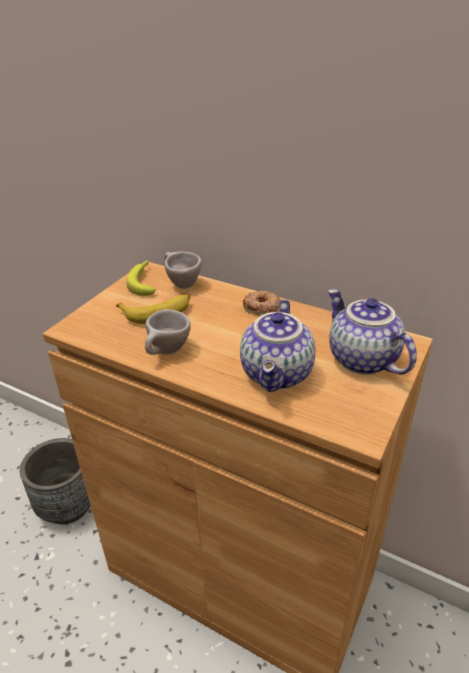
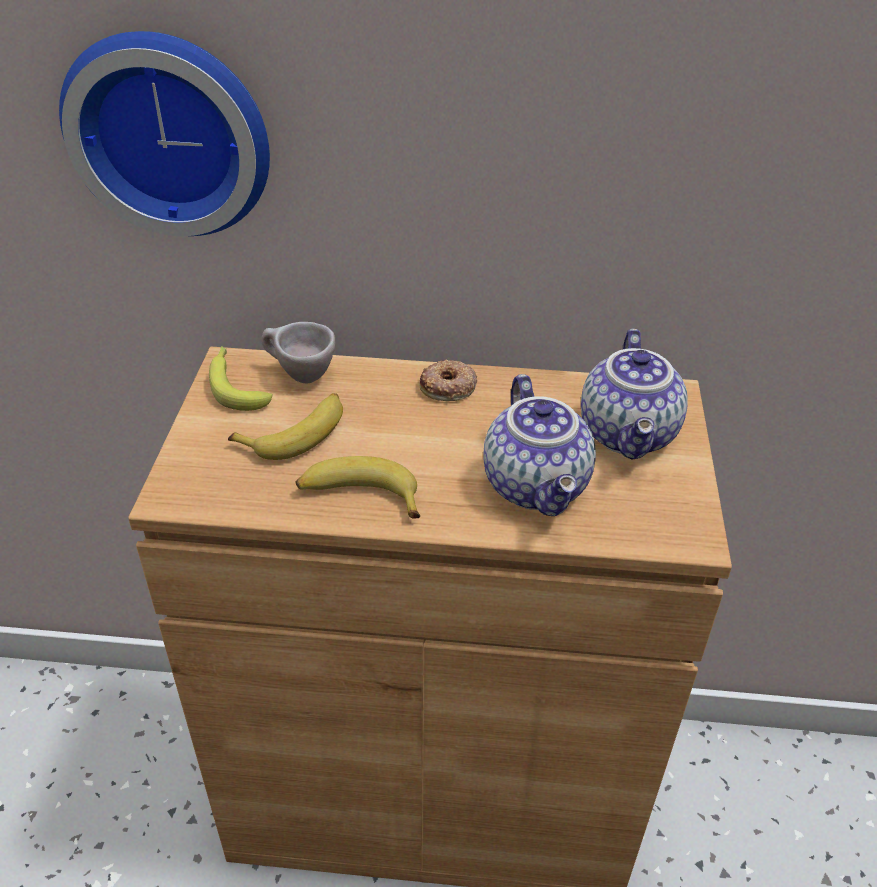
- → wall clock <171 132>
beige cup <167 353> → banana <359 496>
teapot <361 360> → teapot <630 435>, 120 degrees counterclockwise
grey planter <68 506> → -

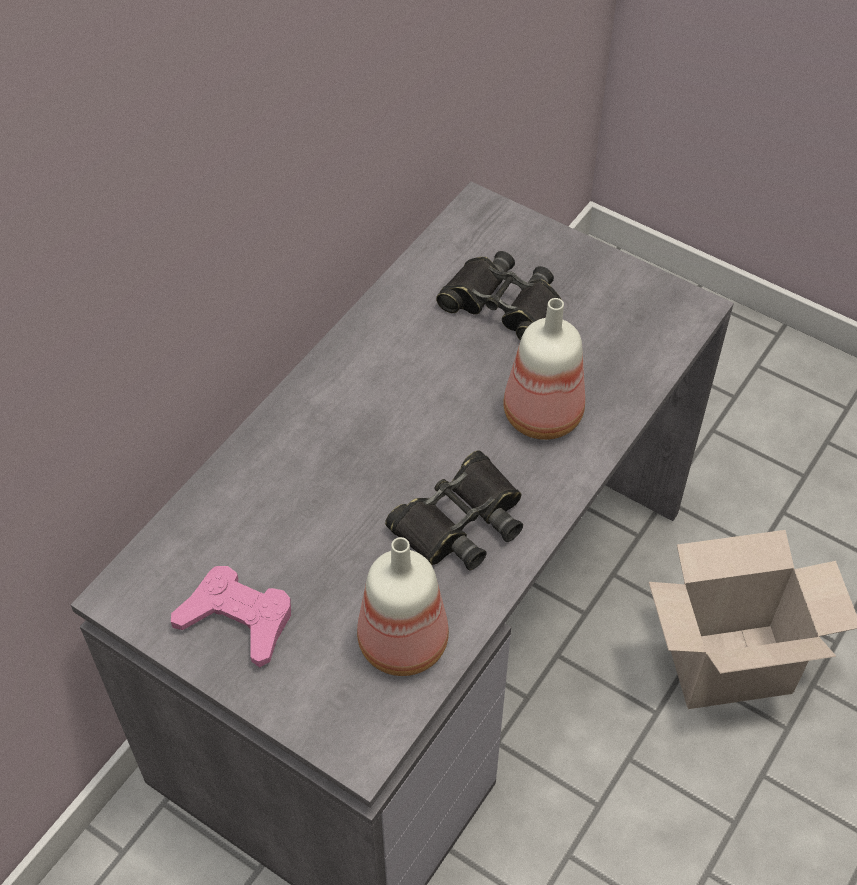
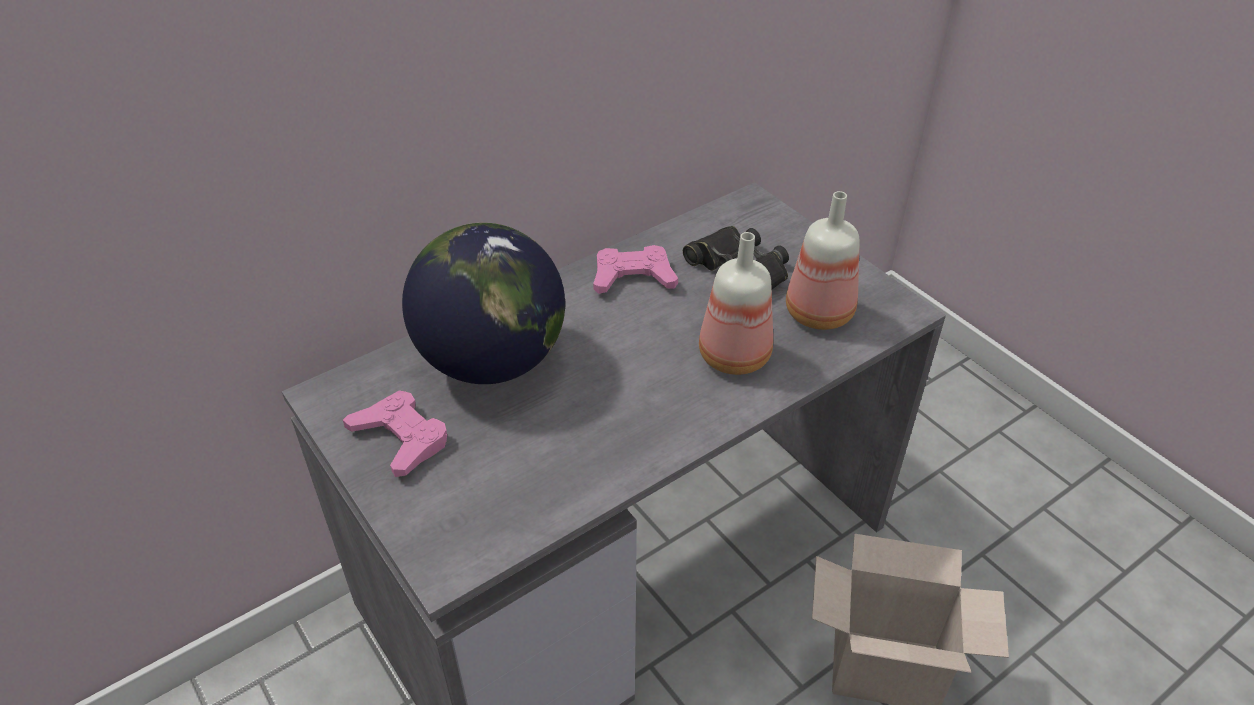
- → globe <492 360>
- → pink game controller <633 277>
bottle <400 641> → bottle <817 312>, shifted
black binoculars <460 521> → -

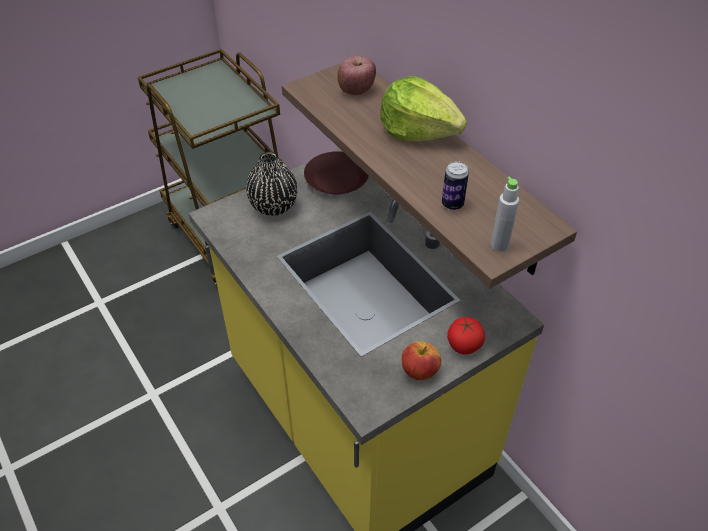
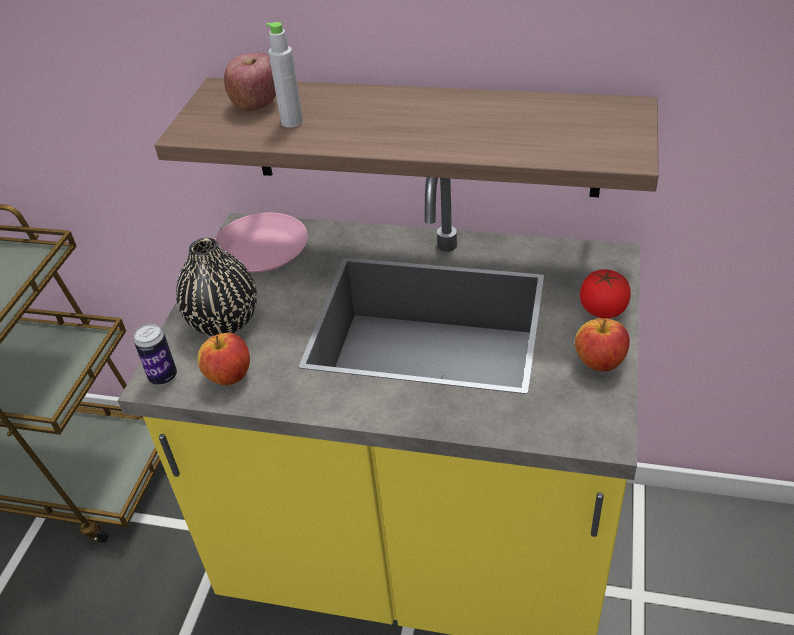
can <452 204> → can <163 377>, shifted
- → apple <229 376>
brown plate <336 178> → pink plate <261 251>
grey bottle <499 245> → grey bottle <292 122>, shifted
lettuce <418 131> → -

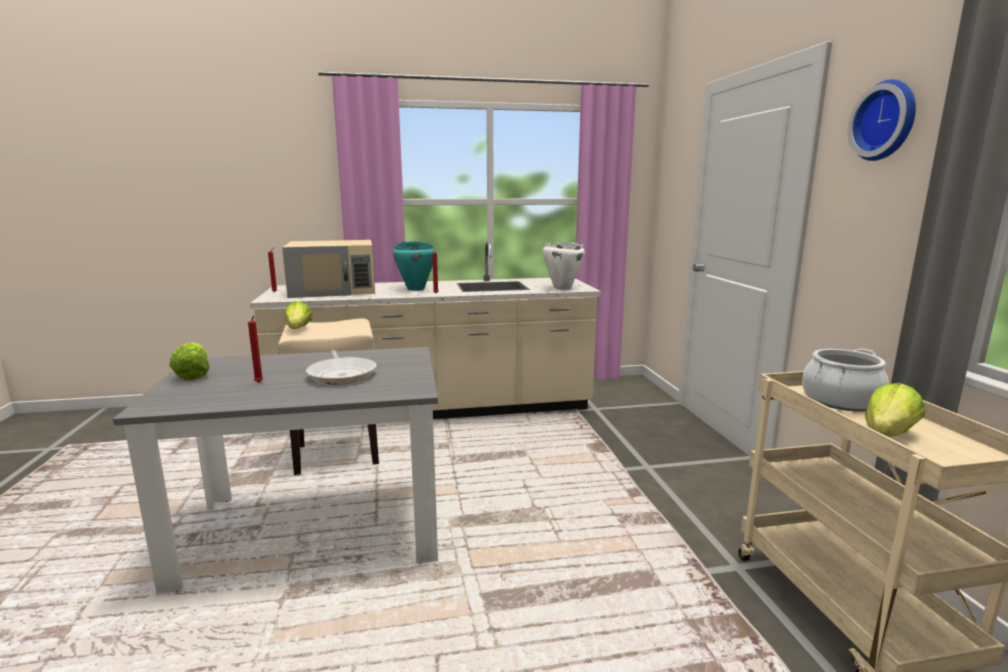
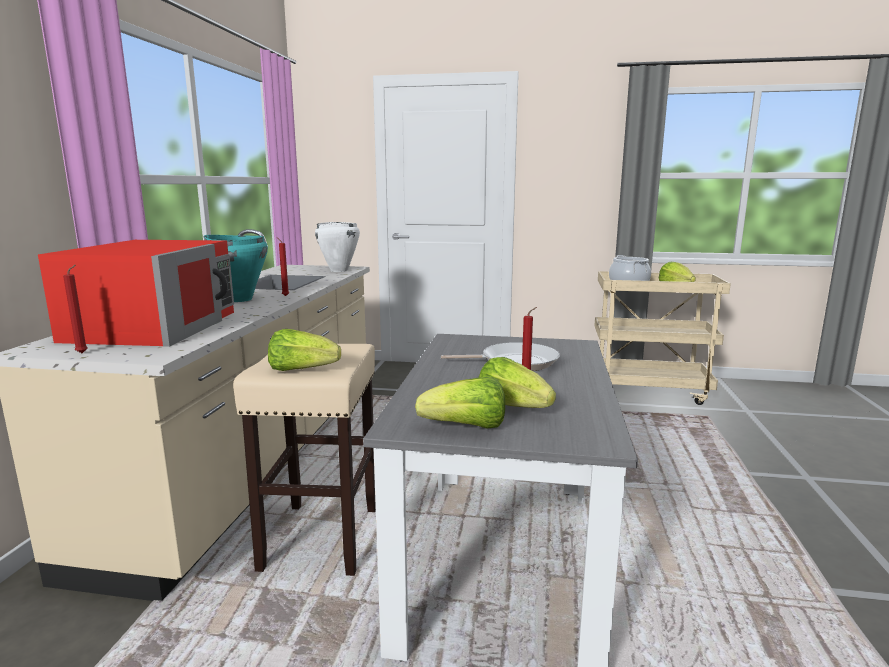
beige microwave <334 290> → red microwave <155 326>
- → lettuce <512 407>
wall clock <886 121> → -

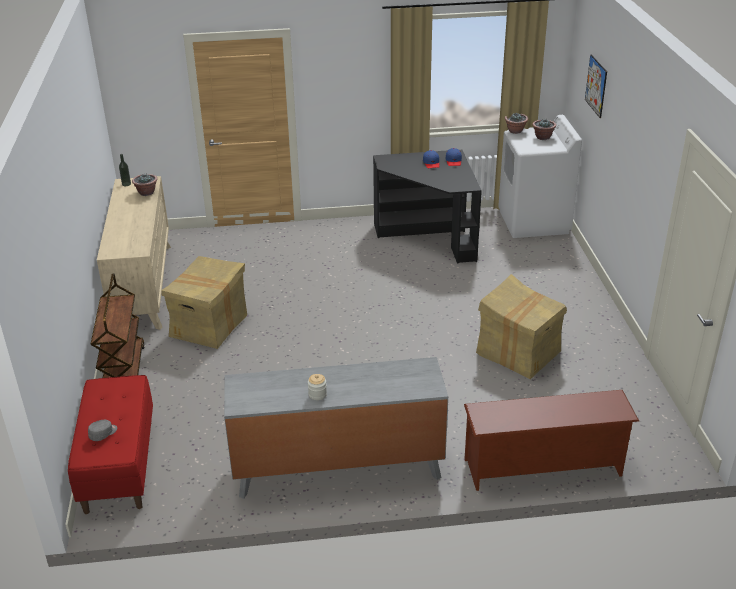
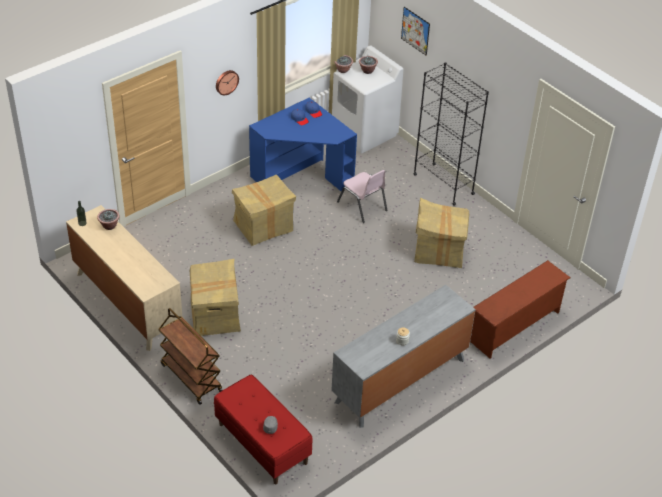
- → wall clock <226 82>
- → cardboard box <263 226>
black desk <428 238> → blue desk <302 175>
- → pink chair <362 206>
- → black bookcase <443 184>

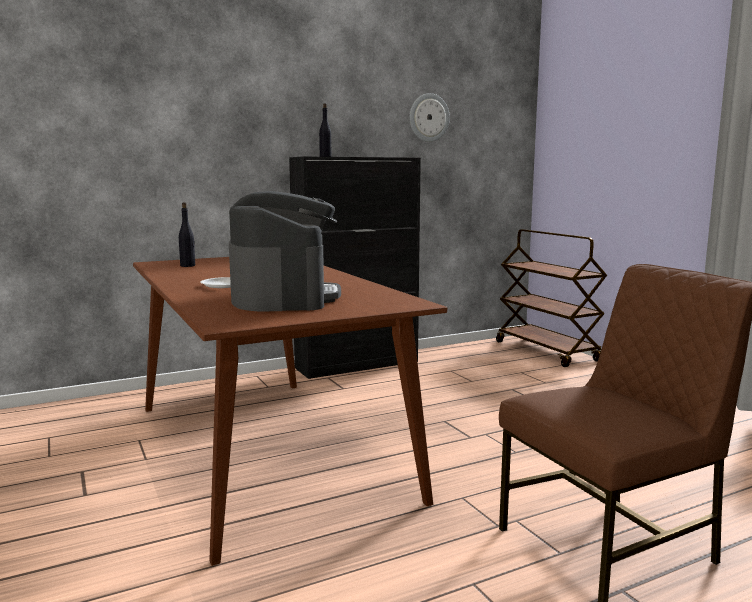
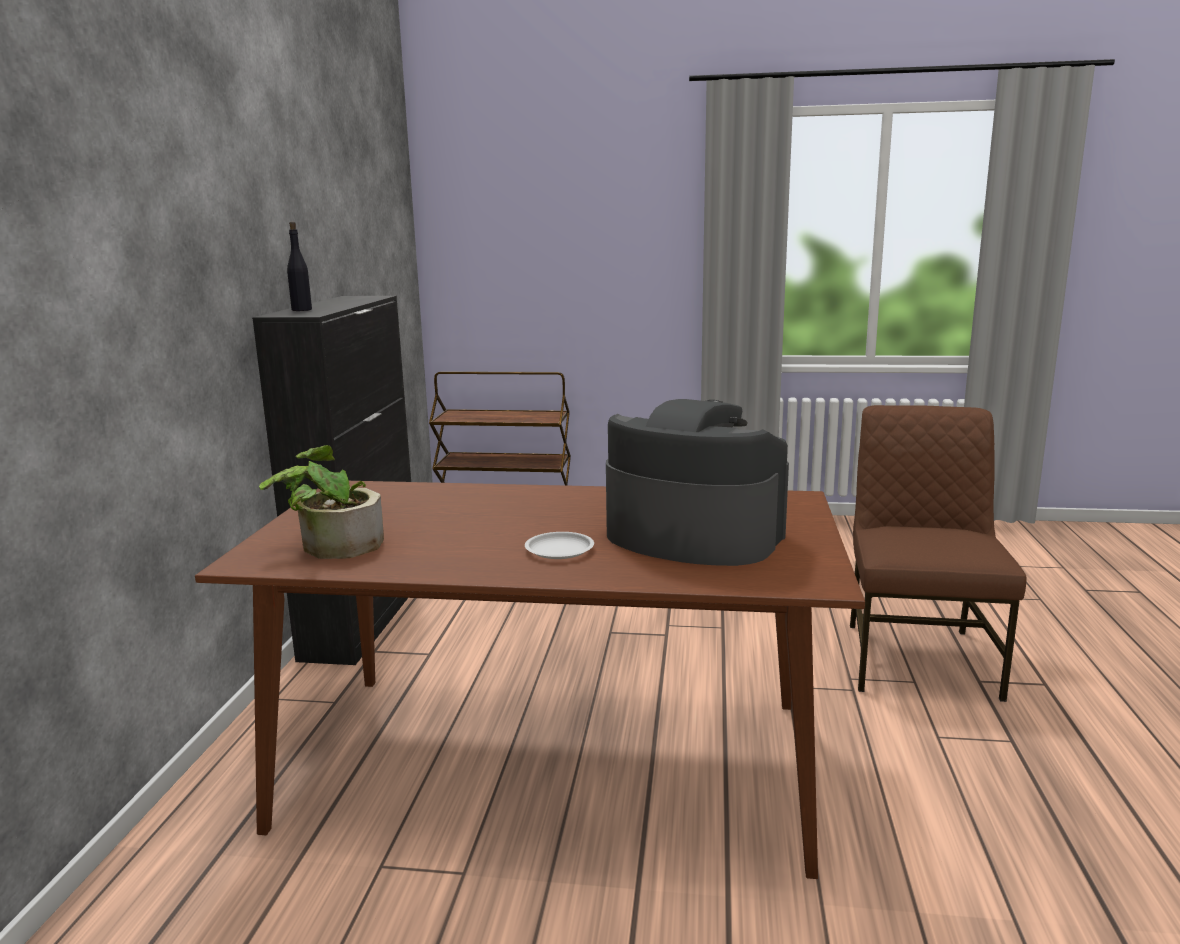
black bottle <188 265> → potted plant <332 545>
wall clock <428 117> → -

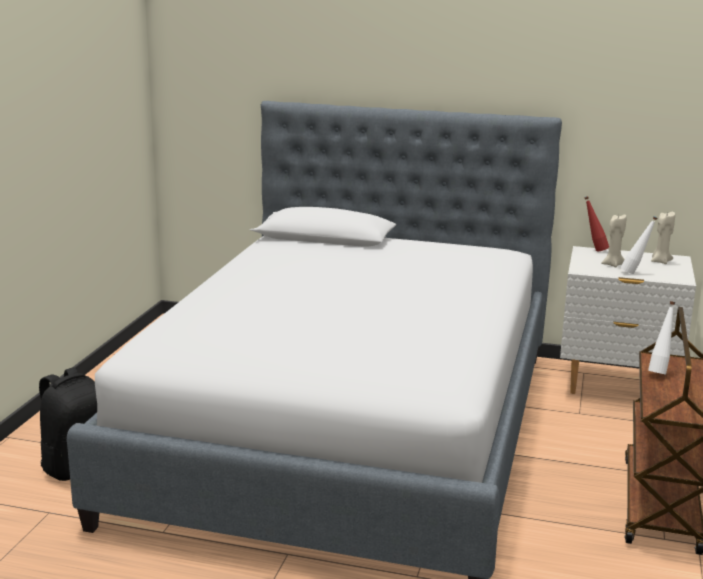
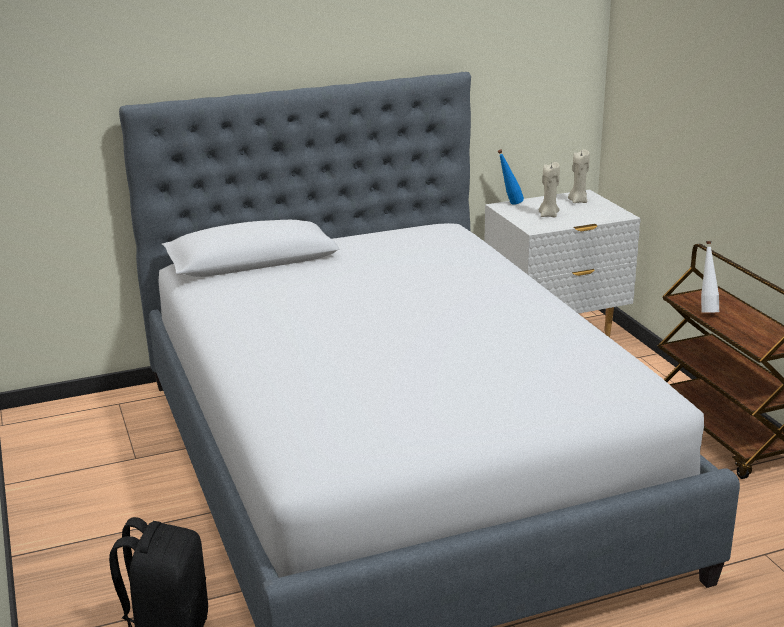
red bottle <593 250> → blue bottle <509 204>
white bottle <635 273> → -

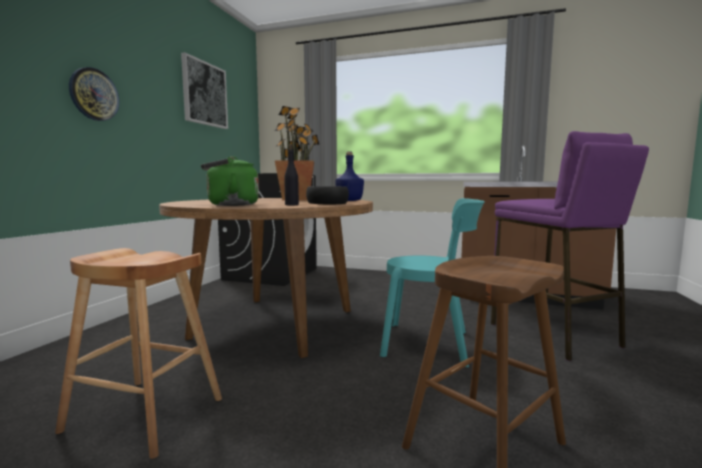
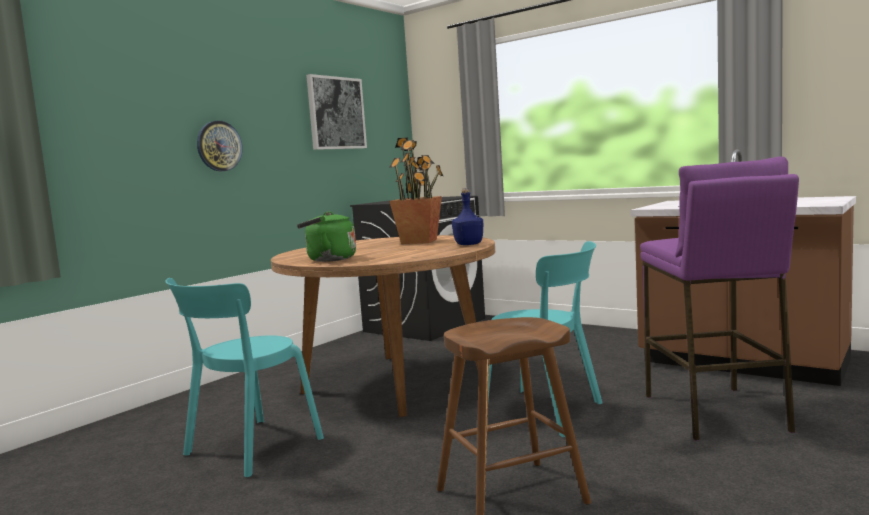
brown stool <145 415> → turquoise chair <249 449>
black bottle <291 205> → -
black bowl <326 203> → -

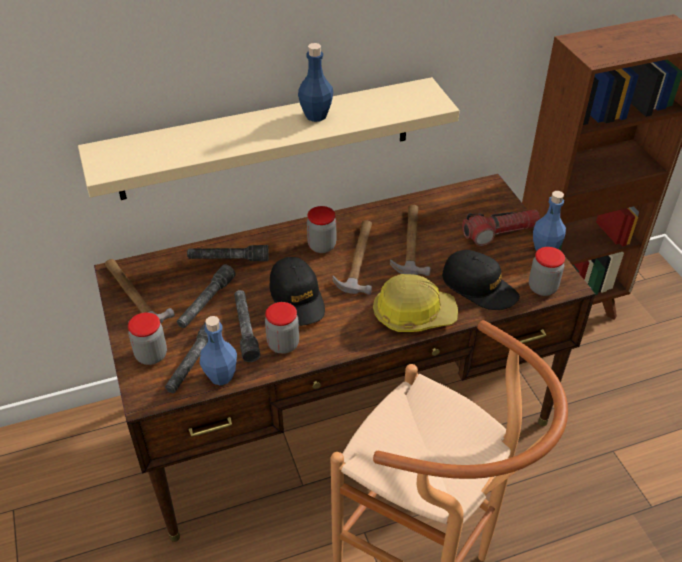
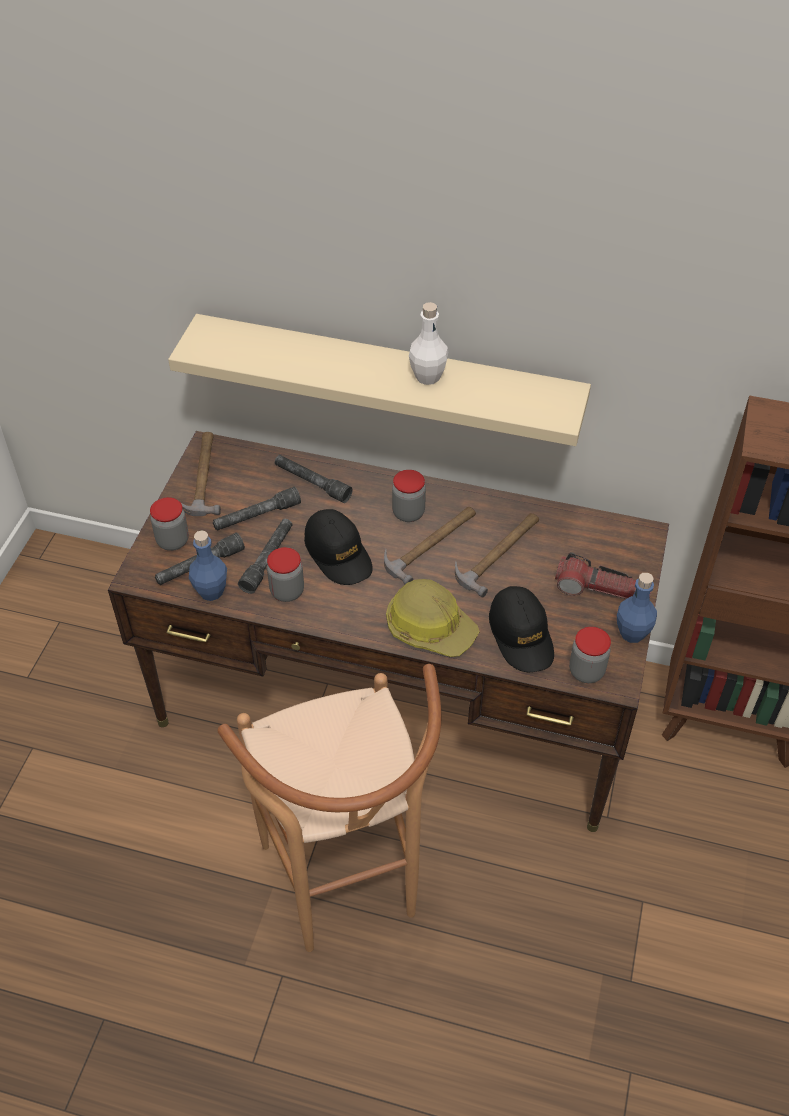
black cap <297 298> → black cap <338 554>, 45 degrees counterclockwise
blue bottle <316 115> → white bottle <427 376>

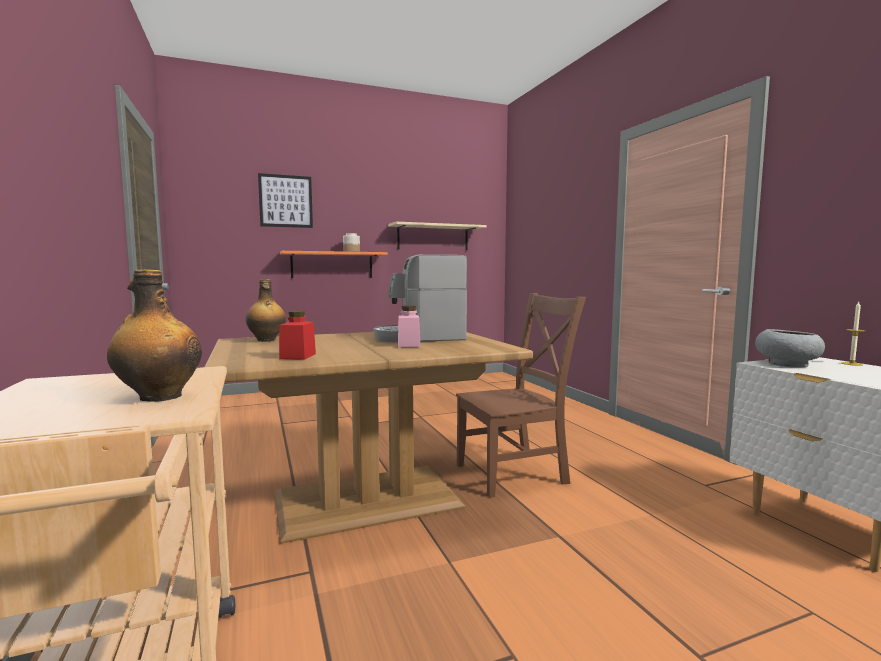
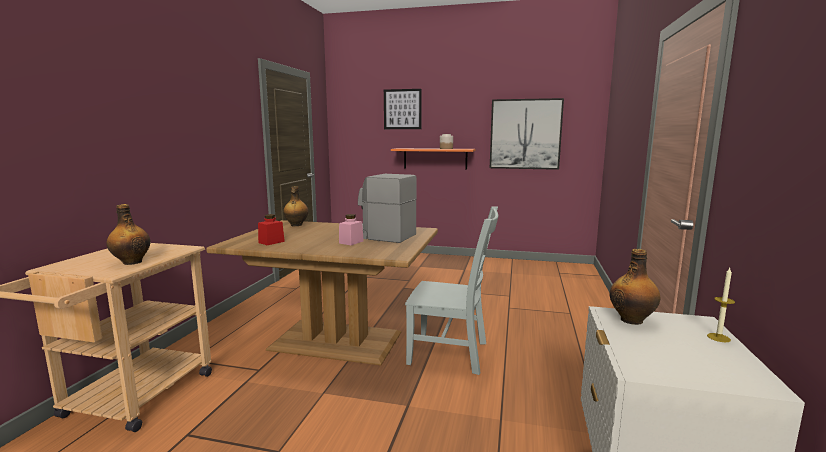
brown chair <515 473> → grey chair <452 354>
beige shelf <433 237> → picture <525 134>
grey bowl <787 364> → bottle <632 320>

